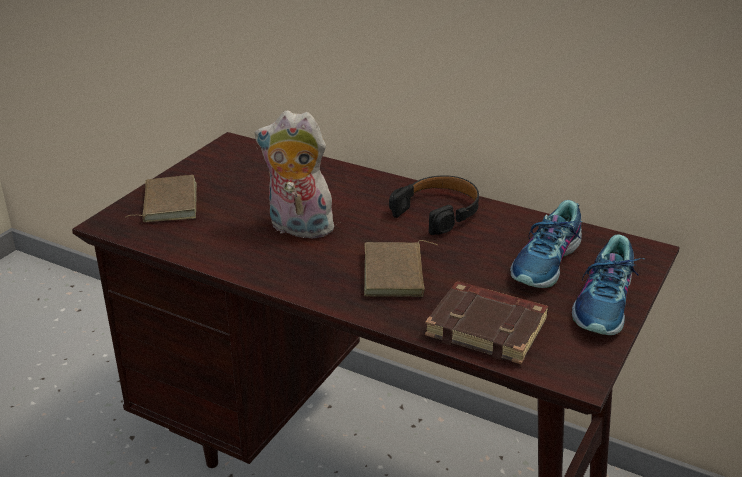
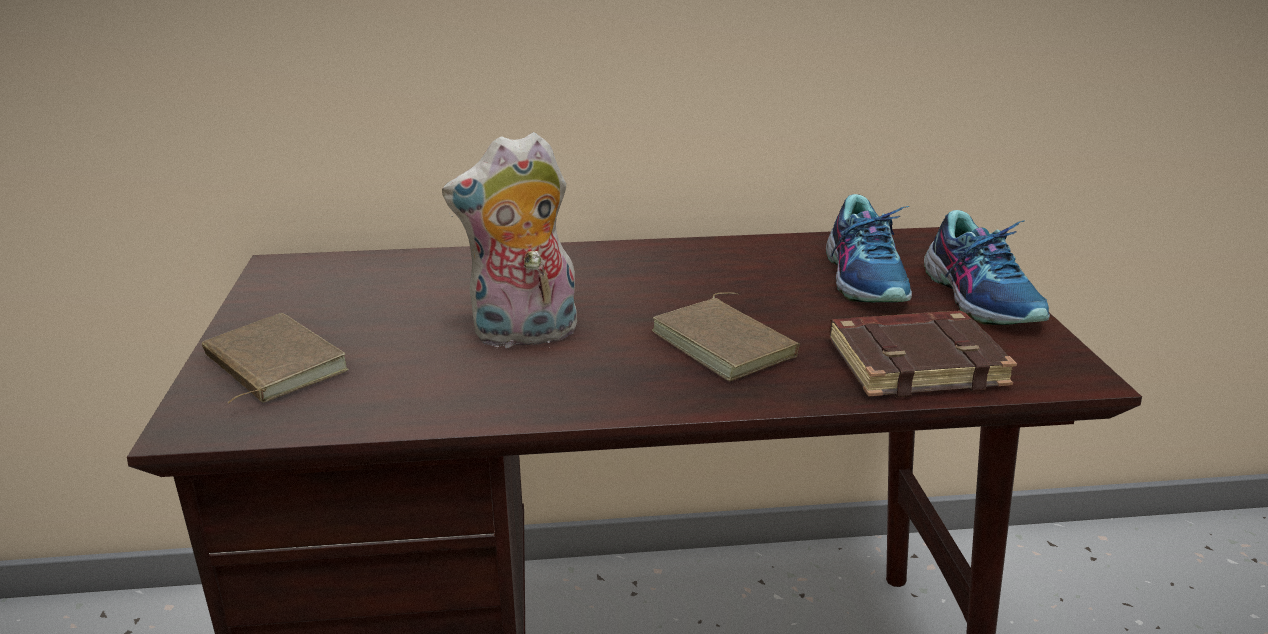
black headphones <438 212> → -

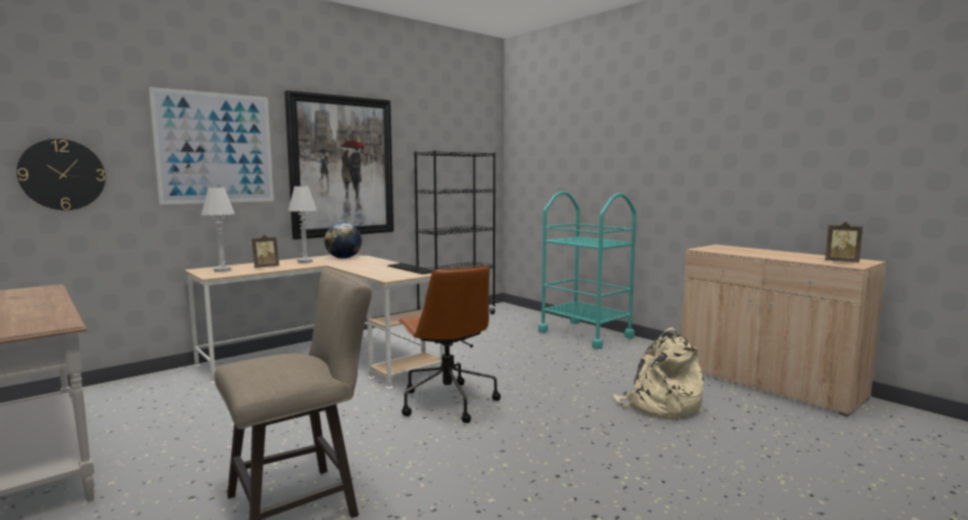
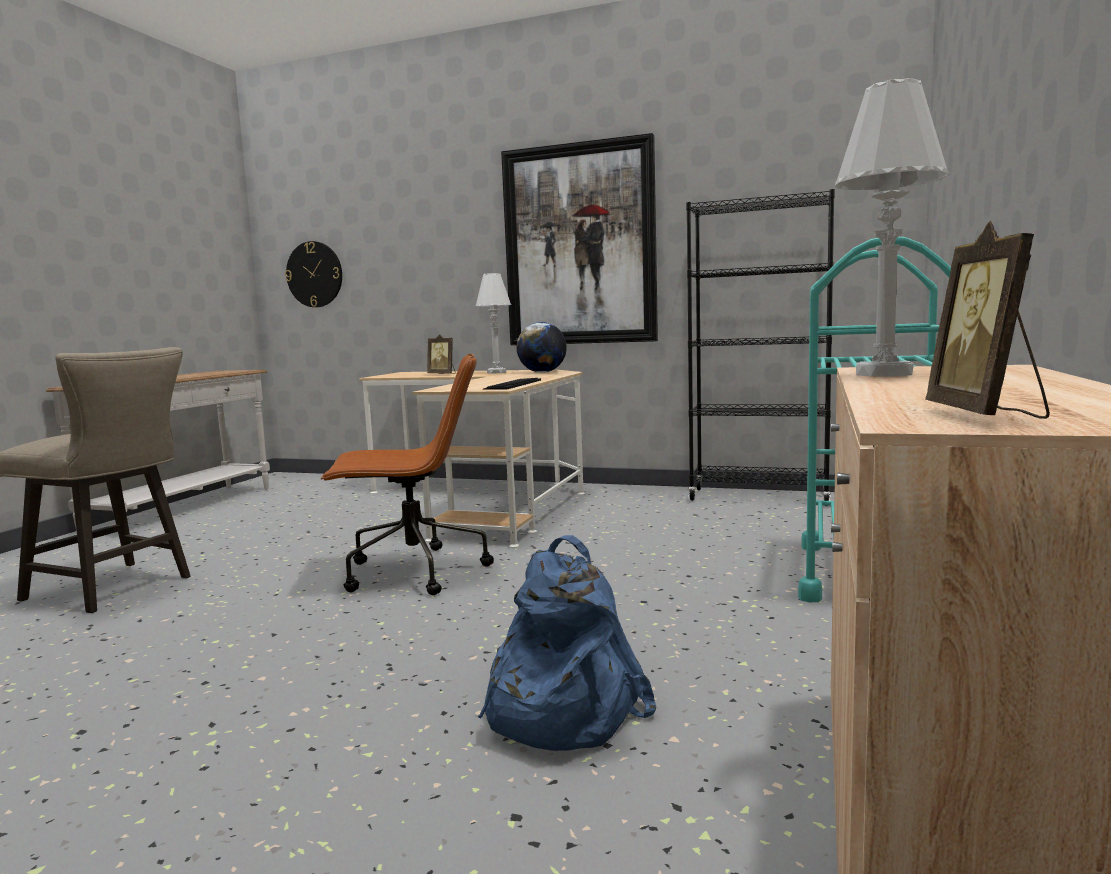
brown office chair <447 402> → brown office chair <412 572>, 135 degrees counterclockwise
beige backpack <660 406> → blue backpack <558 710>
white table lamp <222 270> → white table lamp <884 374>, shifted
picture <215 148> → -

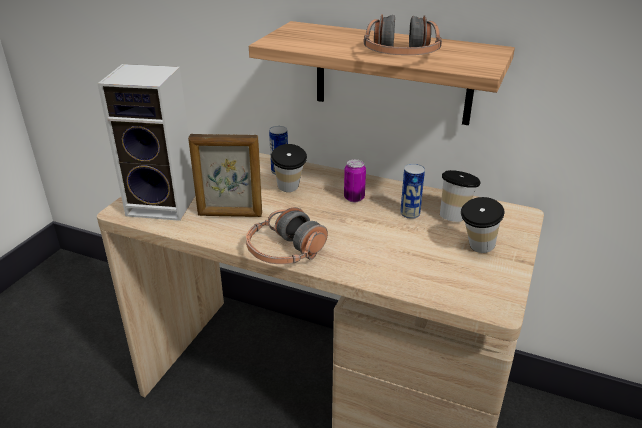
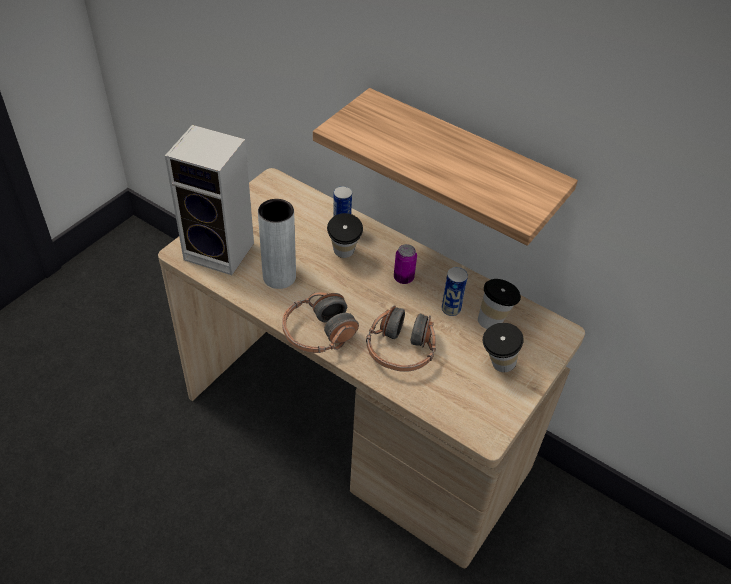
picture frame <230 215> → grey vase <279 277>
headphones <401 56> → headphones <401 349>, shifted

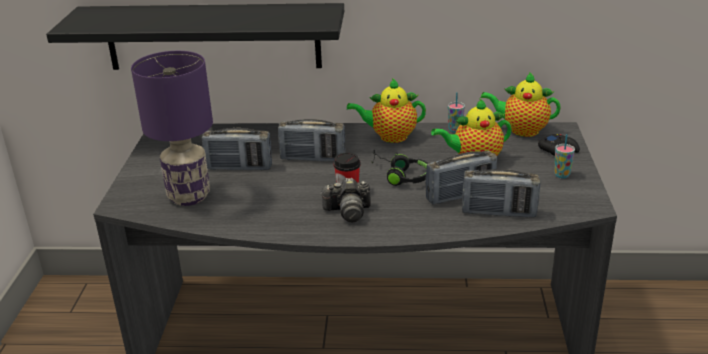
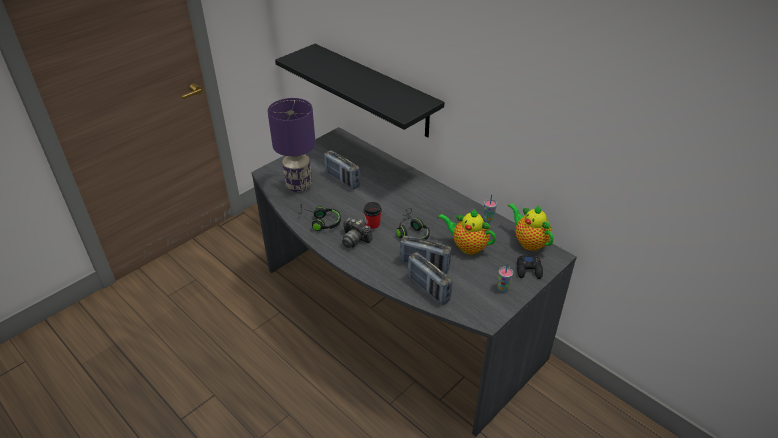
- → black headphones <320 221>
radio <313 158> → -
teapot <390 137> → -

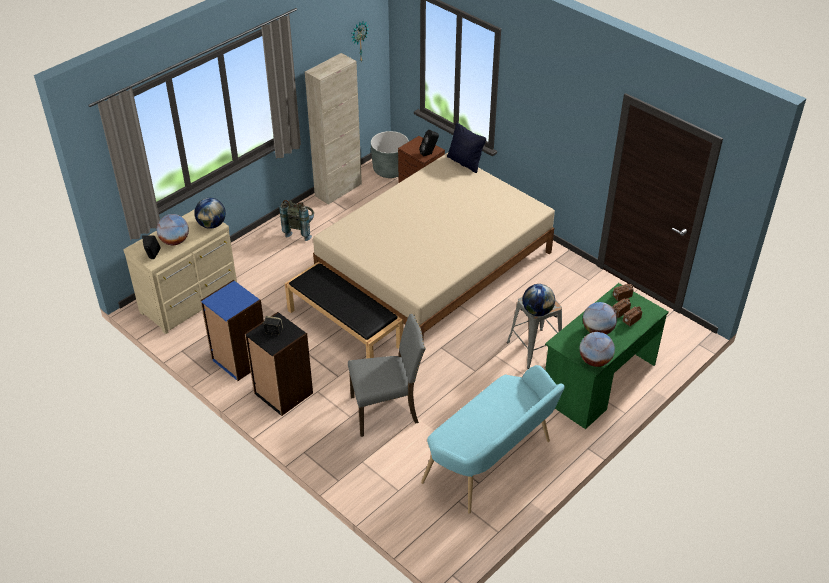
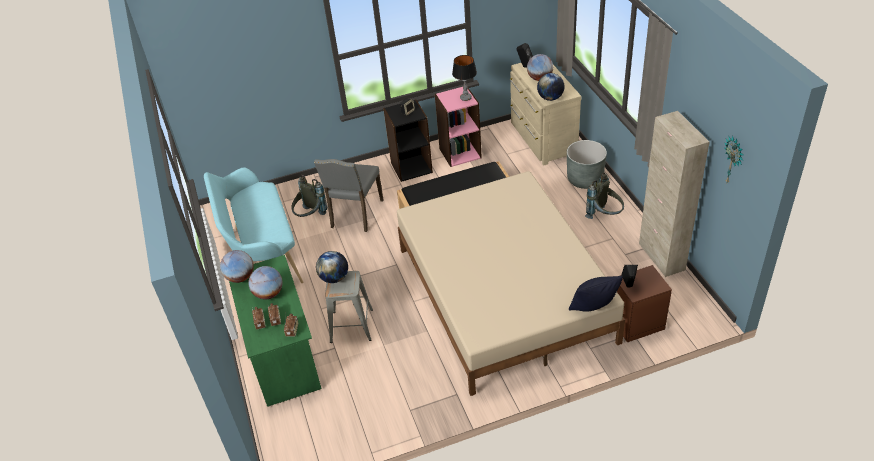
- → grey backpack <310 216>
blue bookcase <239 360> → pink bookcase <460 153>
- → table lamp <465 98>
grey planter <390 169> → grey planter <584 179>, shifted

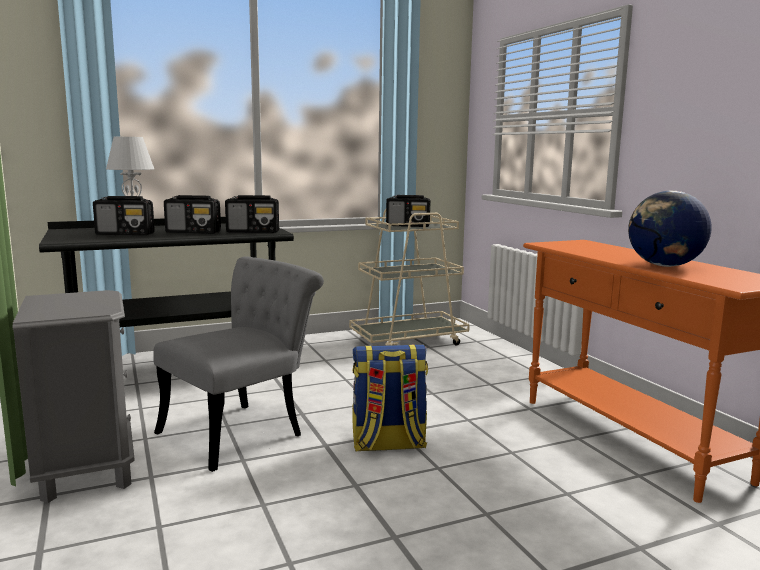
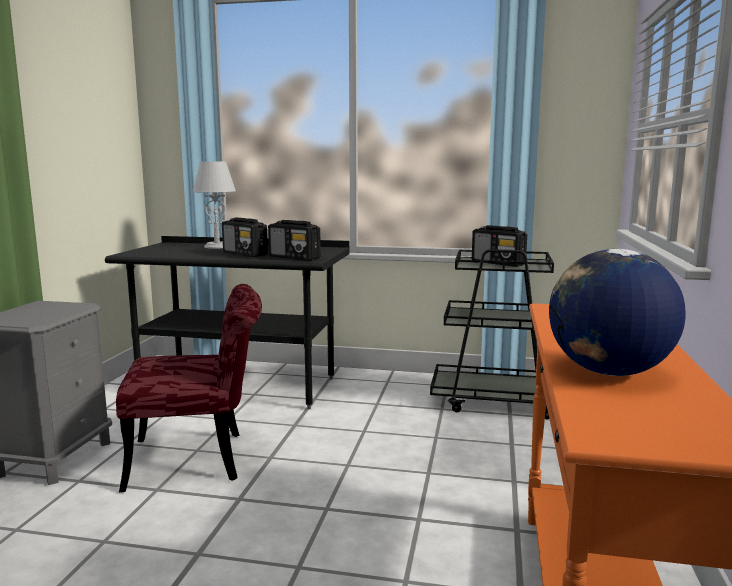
grey chair <243 430> → red chair <201 459>
beige cart <409 341> → black cart <497 401>
radio <126 234> → -
backpack <388 444> → -

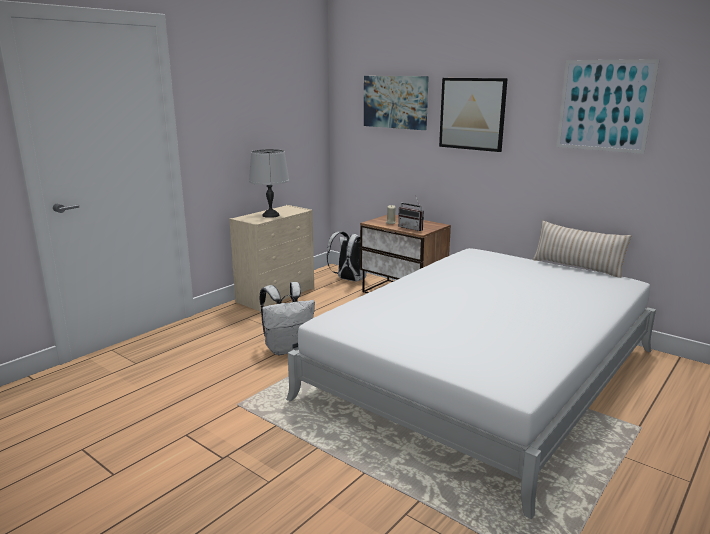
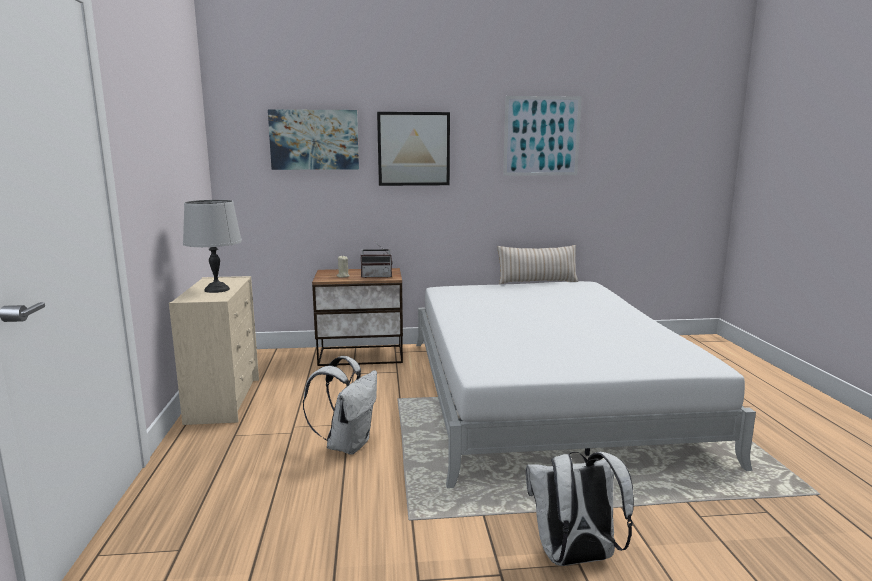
white backpack <350 280> → white backpack <575 559>, shifted

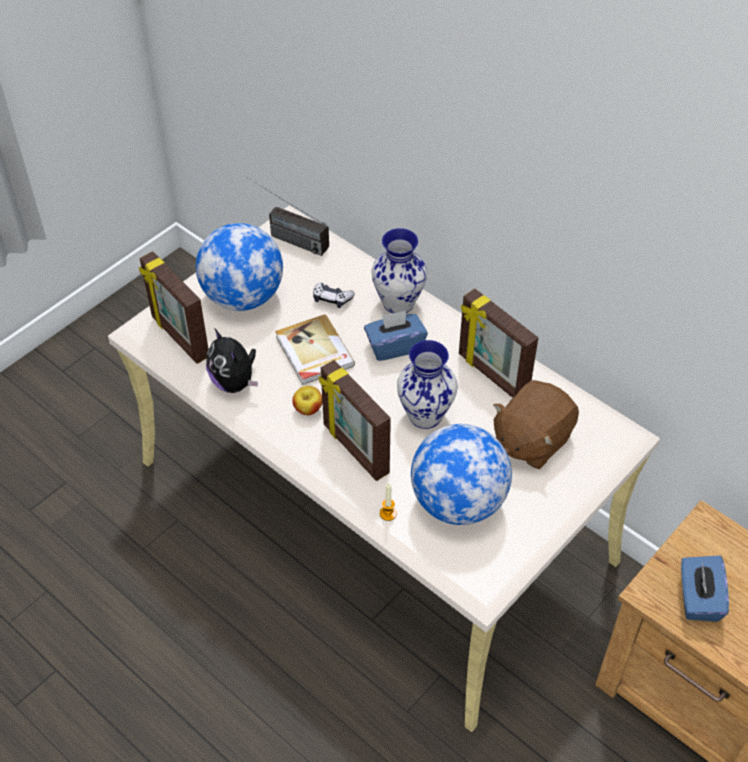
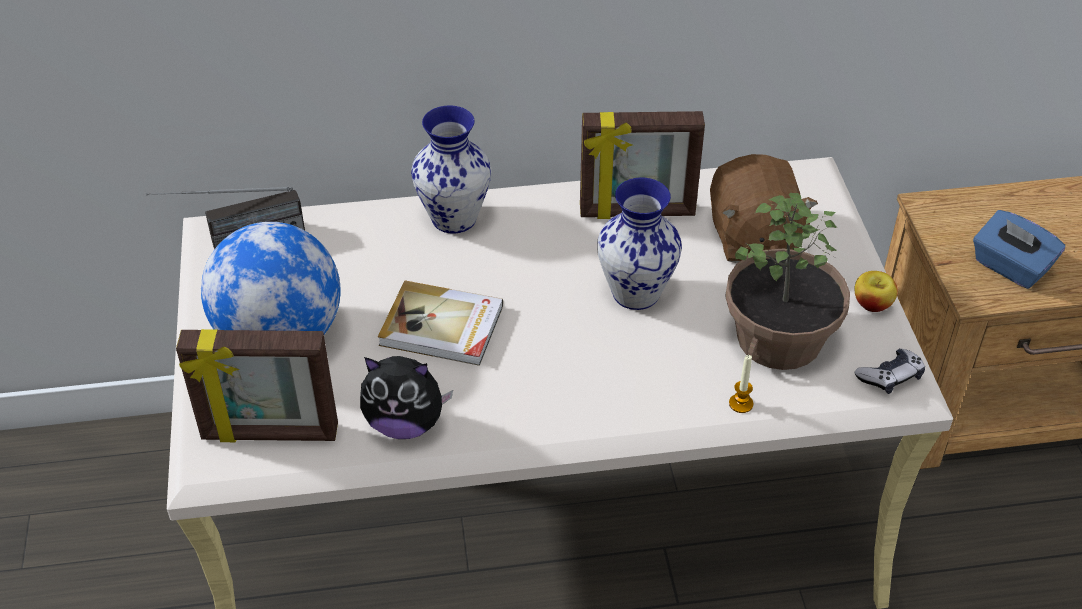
globe <458 502> → potted plant <780 339>
apple <308 409> → apple <872 304>, shifted
game controller <332 299> → game controller <890 377>, shifted
picture frame <354 449> → -
blue tissue box <394 346> → -

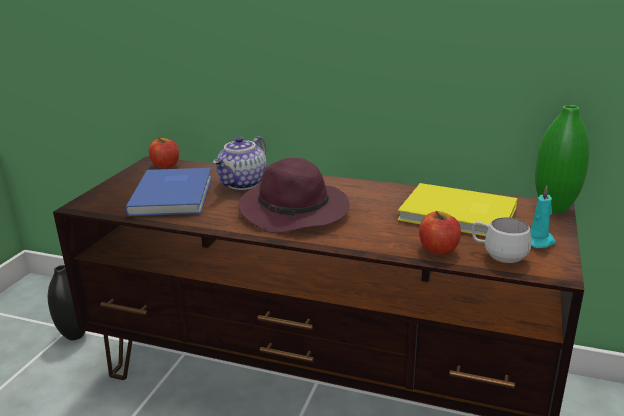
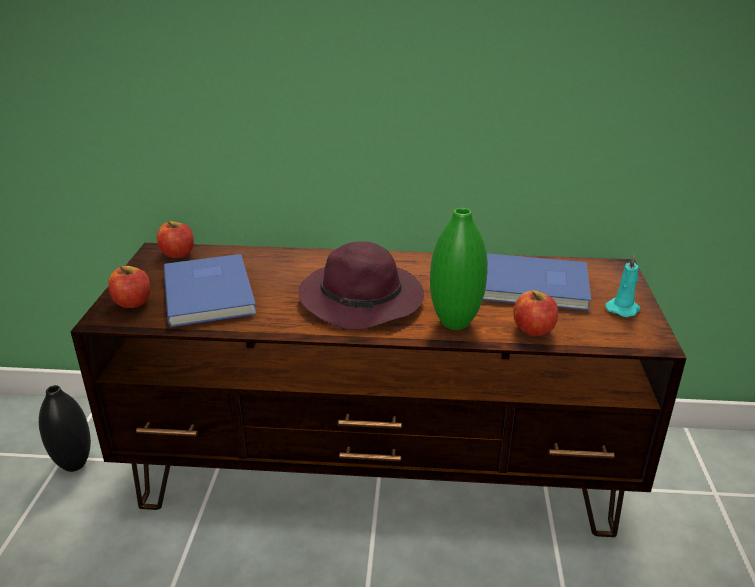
- → apple <133 303>
green vase <554 208> → green vase <455 323>, shifted
yellow book <458 215> → blue book <534 286>
teapot <243 184> → -
white mug <497 255> → -

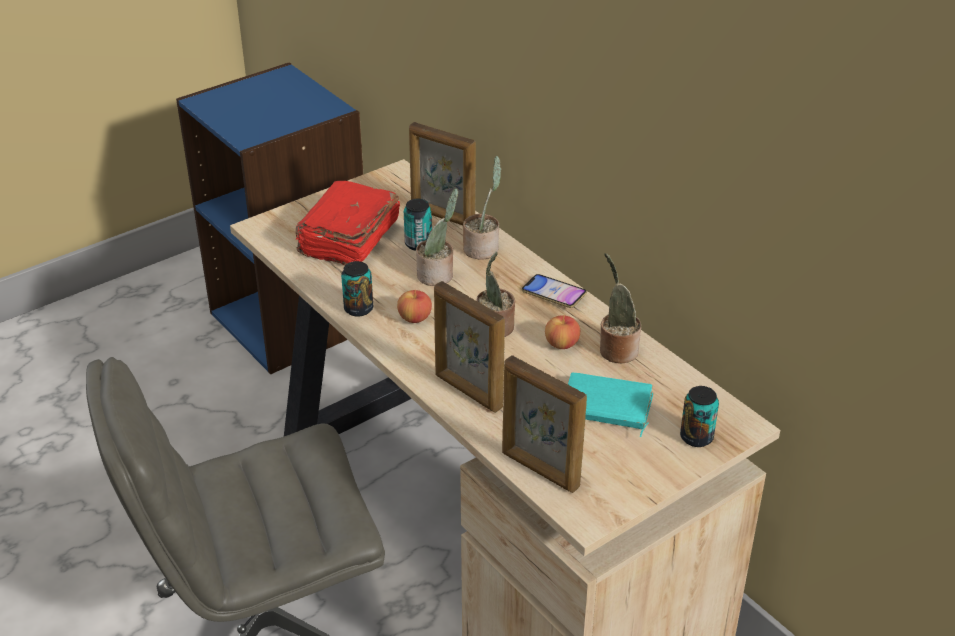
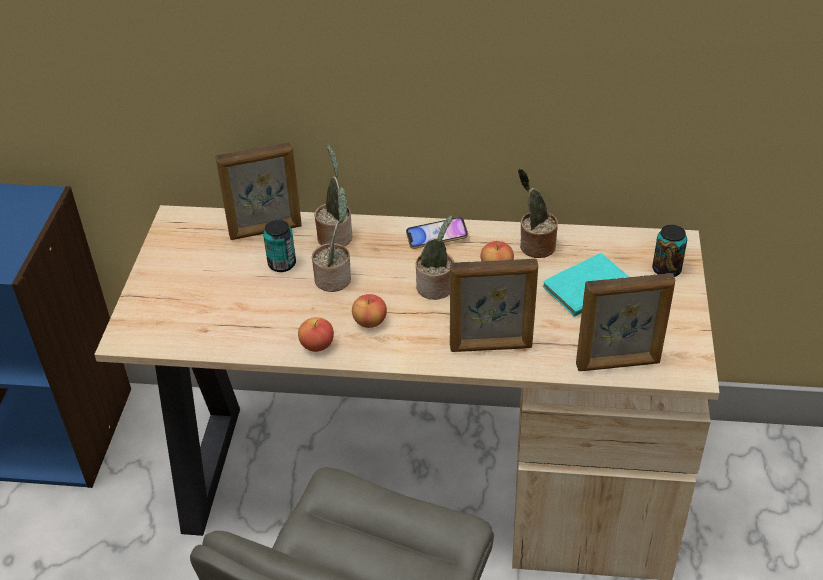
can <358 309> → apple <317 345>
red book <348 240> → -

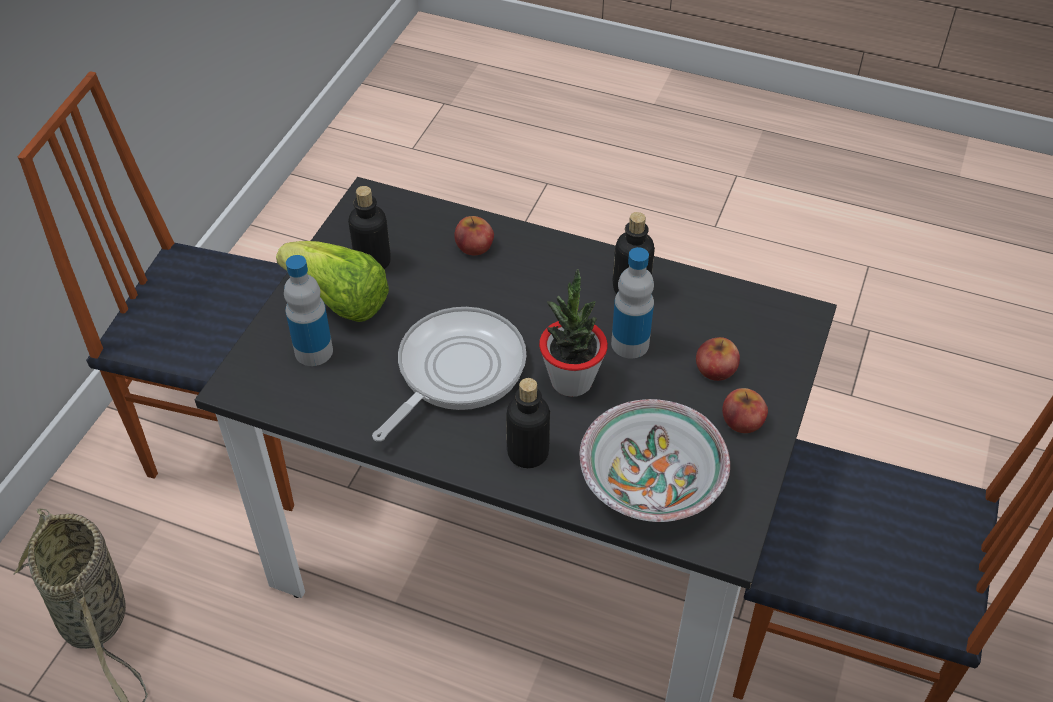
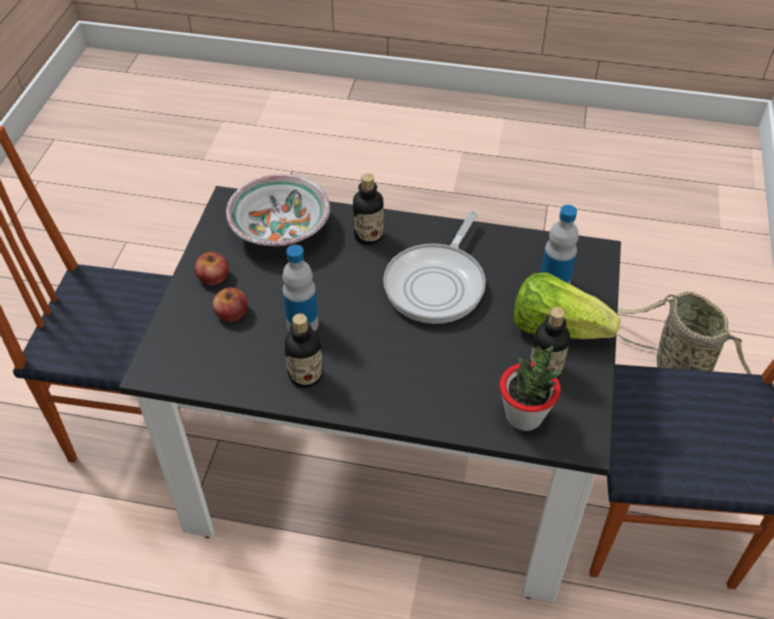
potted plant <571 380> → potted plant <524 416>, shifted
apple <474 246> → -

